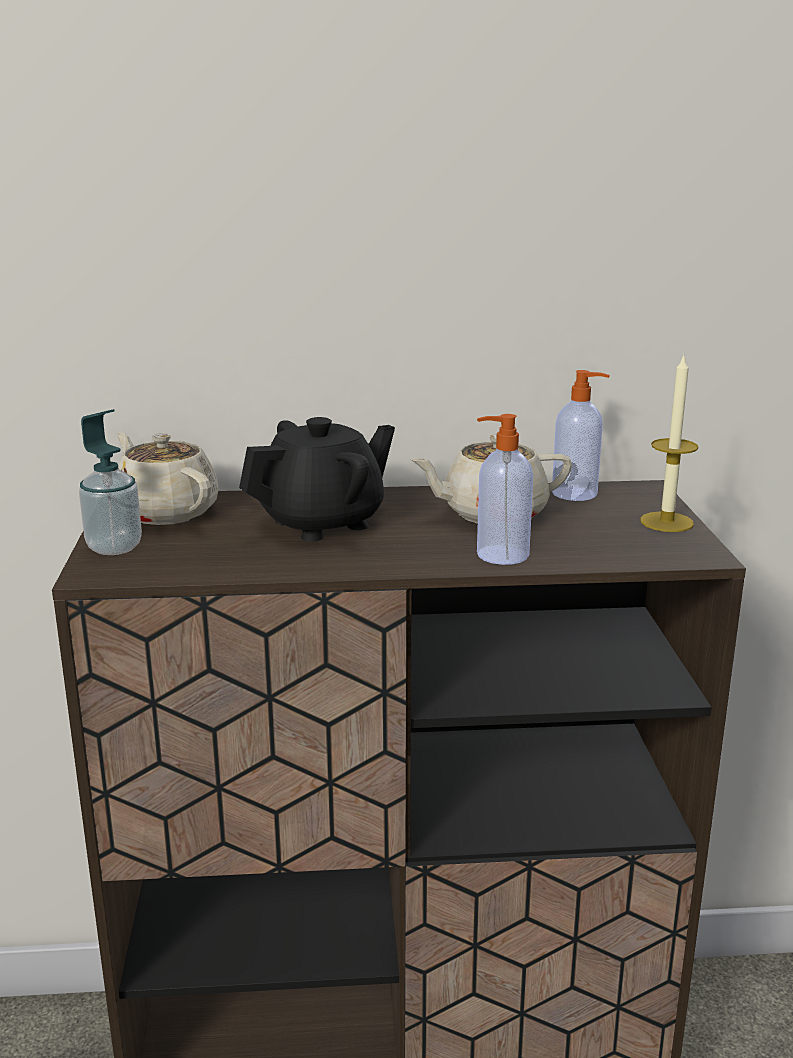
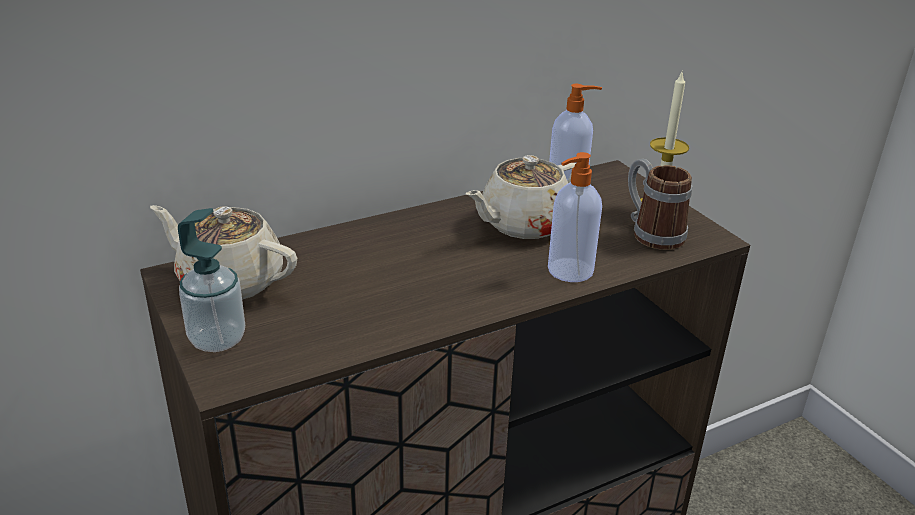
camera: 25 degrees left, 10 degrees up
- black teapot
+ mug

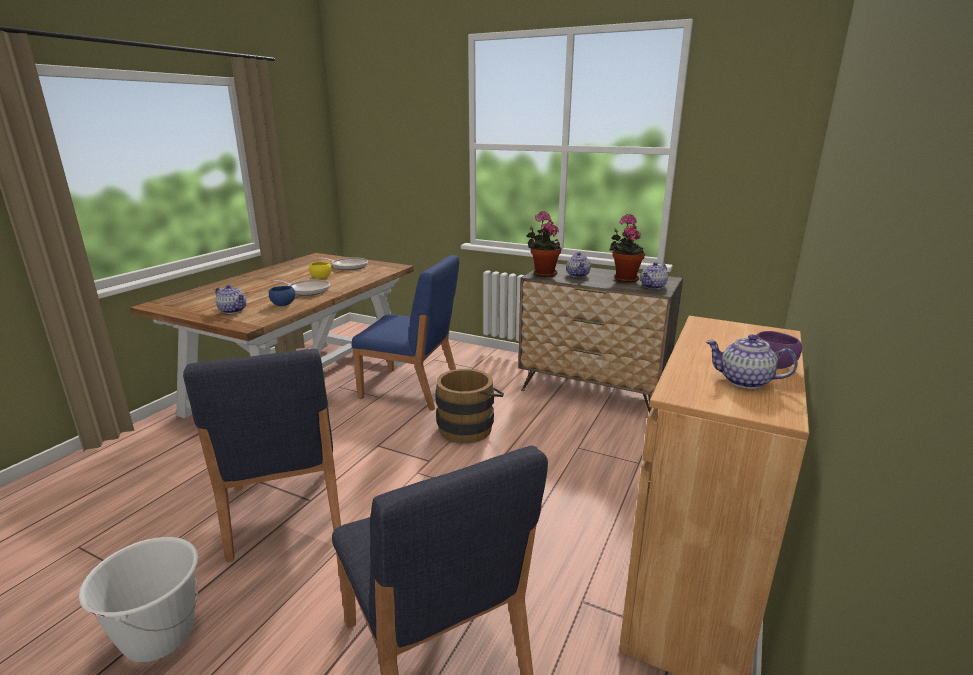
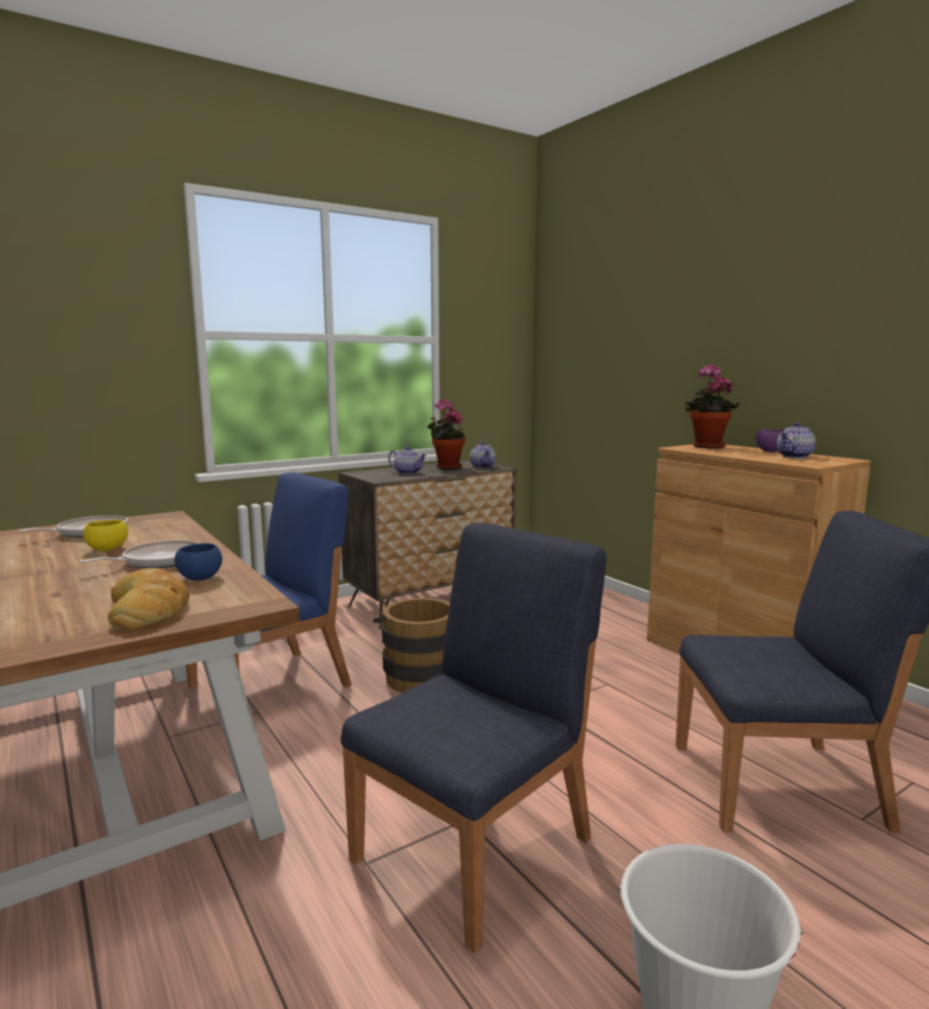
camera: 60 degrees left, 10 degrees down
~ potted plant (no. 1 from left in the first image) to potted plant (no. 2 from left)
~ teapot (no. 1 from left) to bread
~ blue chair (no. 1 from left in the first image) 60 degrees counterclockwise

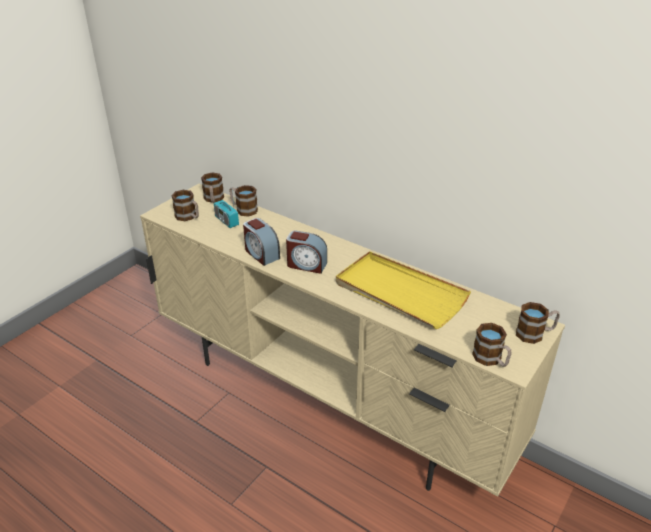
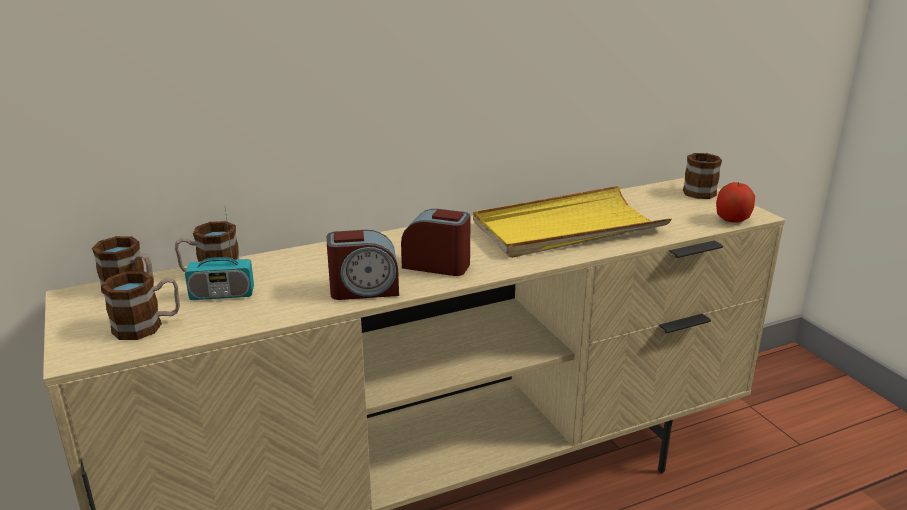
camera: 60 degrees left, 10 degrees down
~ alarm clock (no. 2 from left) 120 degrees counterclockwise
~ mug (no. 4 from left) to apple

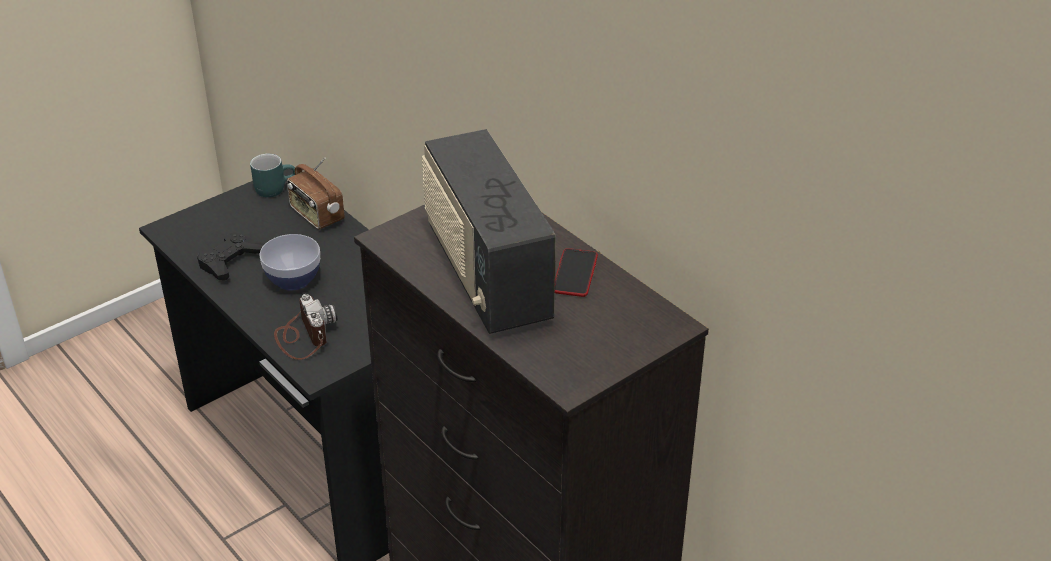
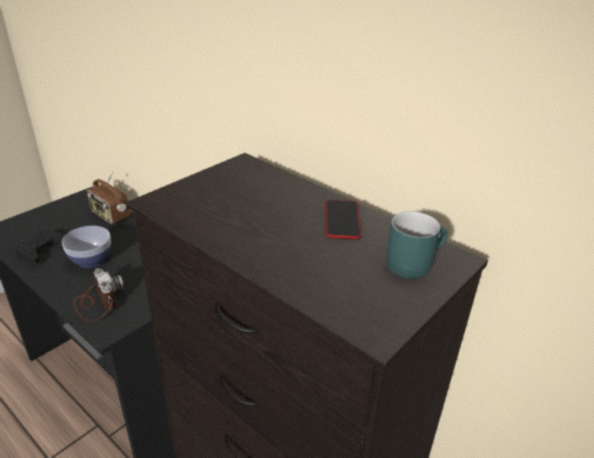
camera: 10 degrees left, 5 degrees down
- radio (no. 2 from left)
~ turquoise mug

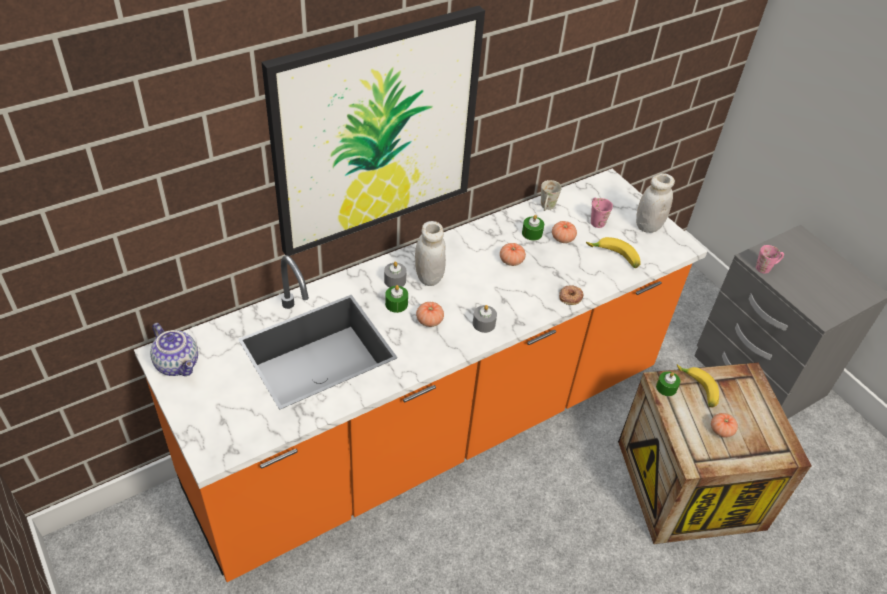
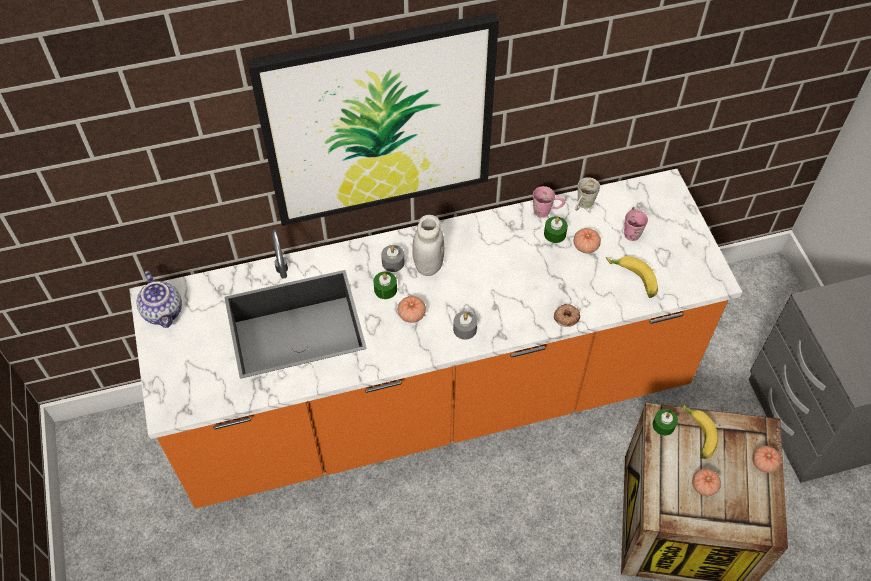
camera: 20 degrees right, 10 degrees up
- white jar (no. 2 from left)
~ tomato (no. 2 from left in the first image) to tomato (no. 4 from left)
~ pink mug (no. 2 from left in the first image) to pink mug (no. 1 from left)

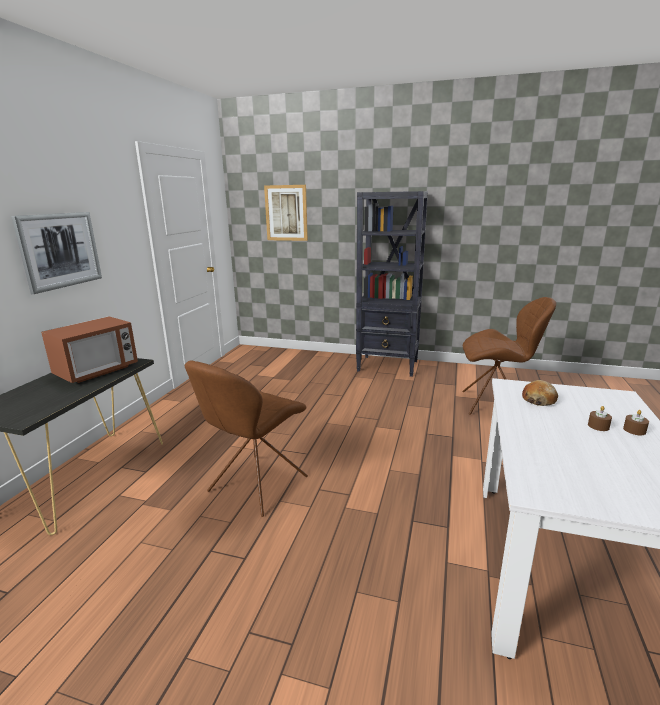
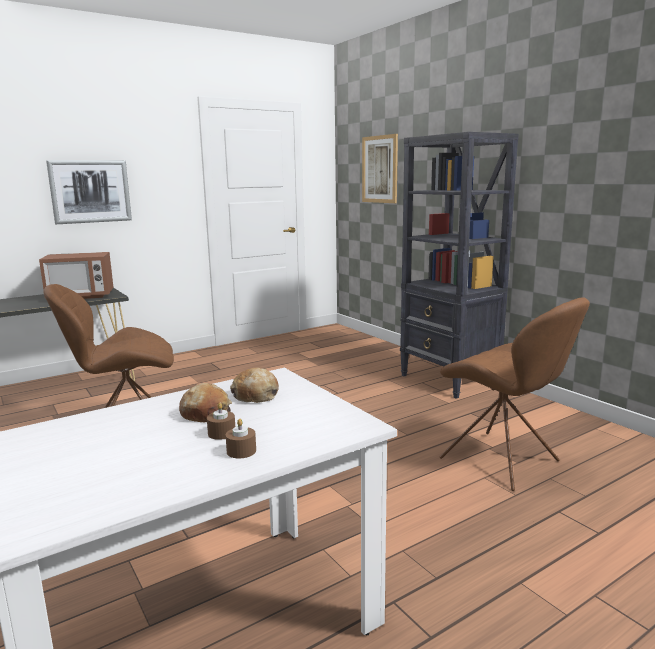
camera: 40 degrees right, 5 degrees down
+ bread (no. 1 from left)

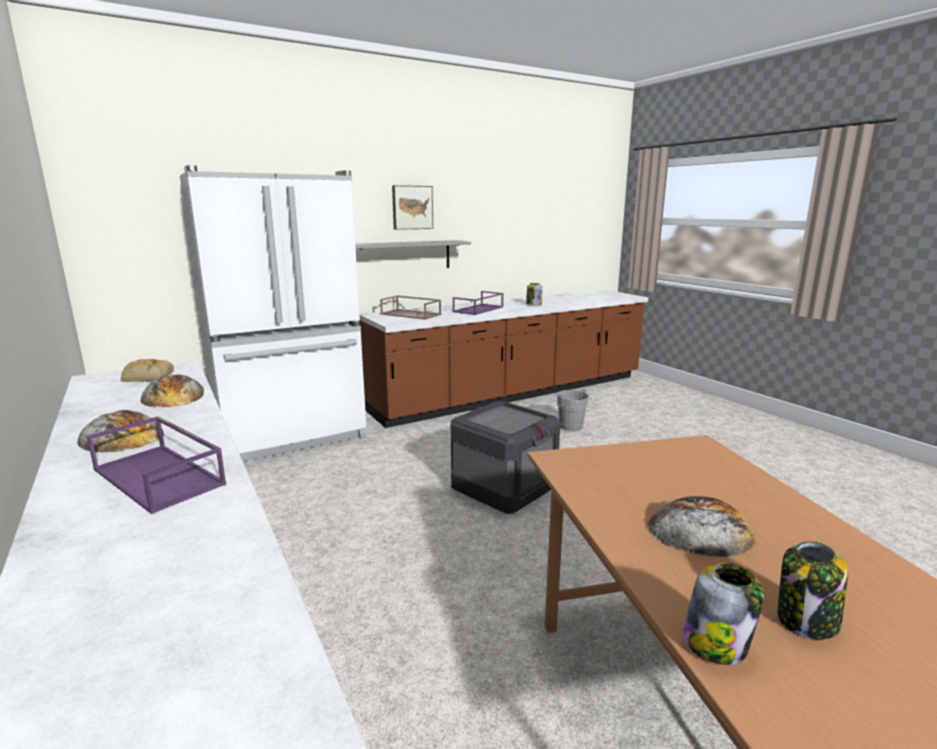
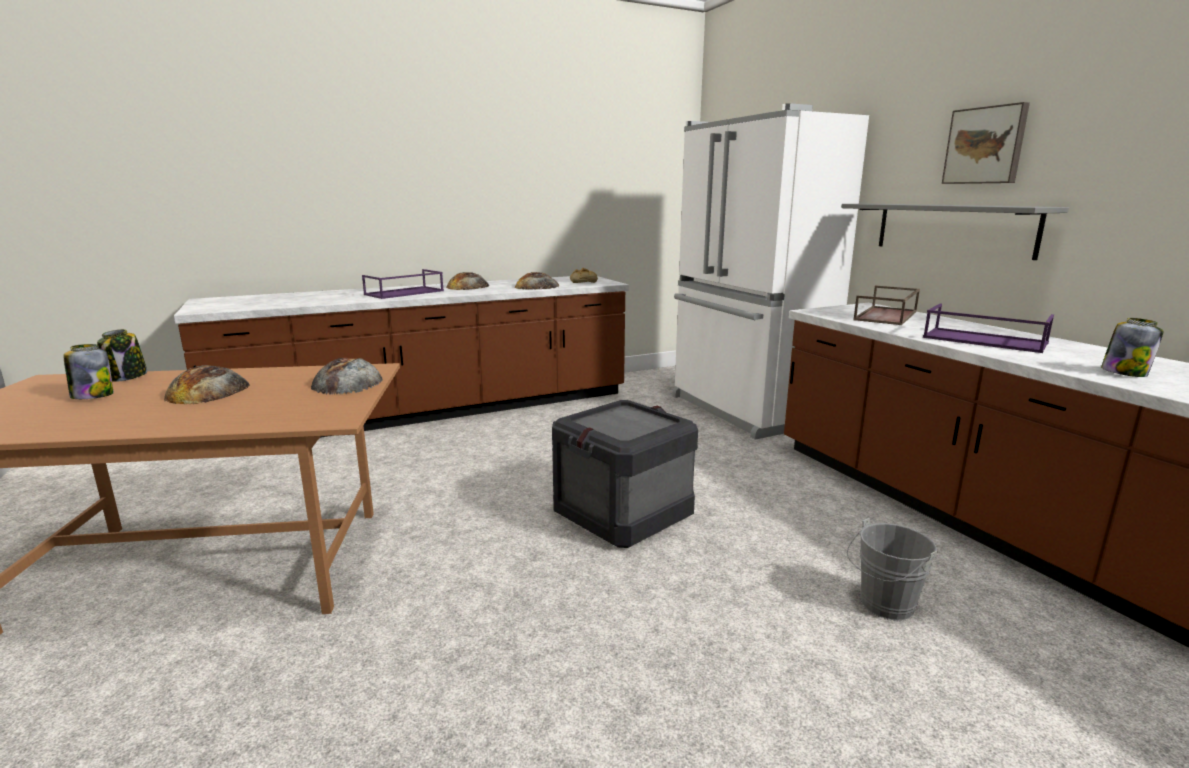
camera: 95 degrees right, 0 degrees up
+ bread (no. 2 from left)

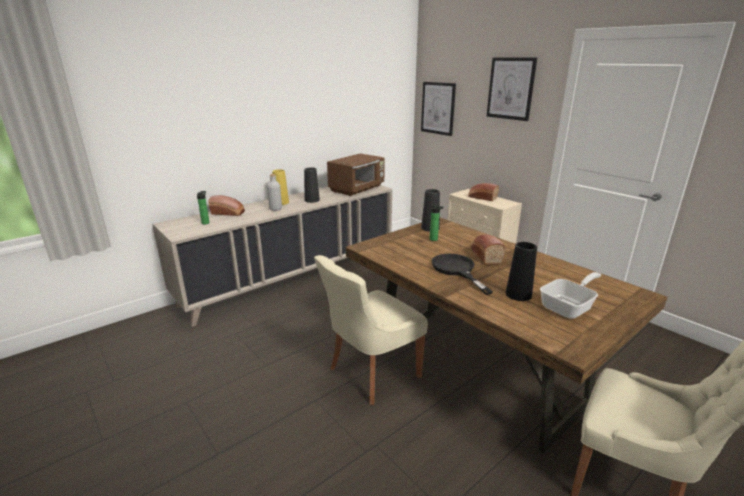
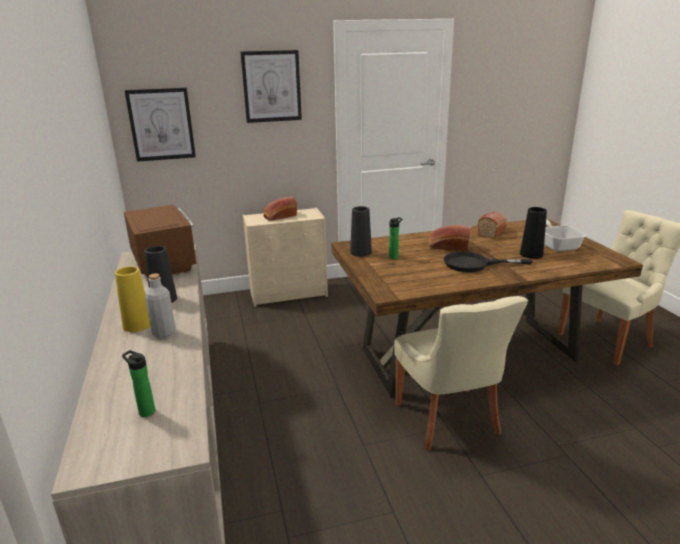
camera: 65 degrees left, 0 degrees up
~ bread (no. 1 from left in the first image) to bread (no. 3 from left)

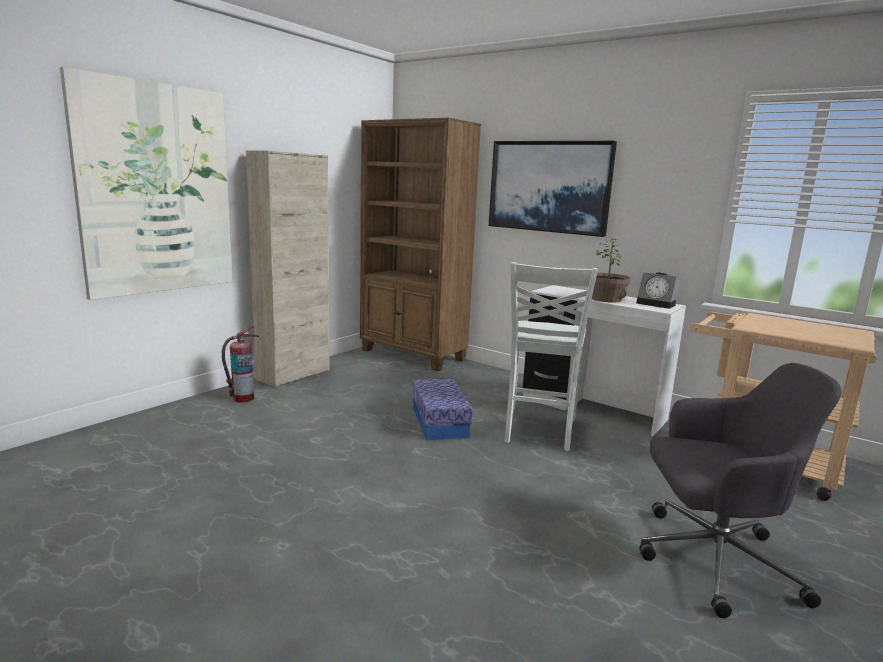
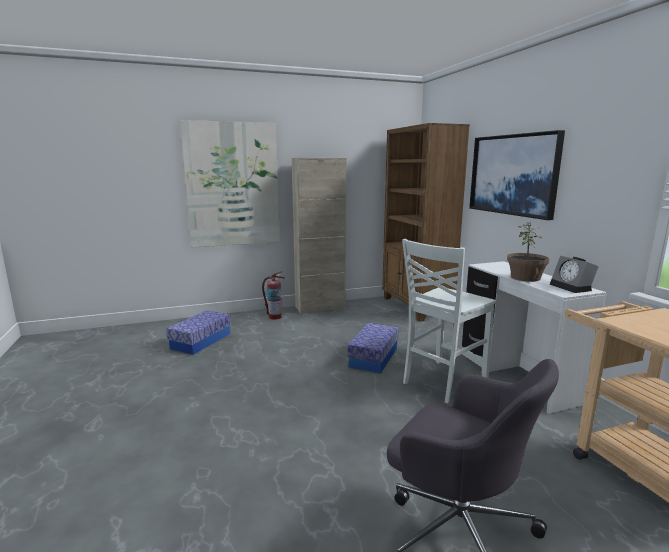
camera: 35 degrees right, 0 degrees up
+ storage box (no. 1 from left)

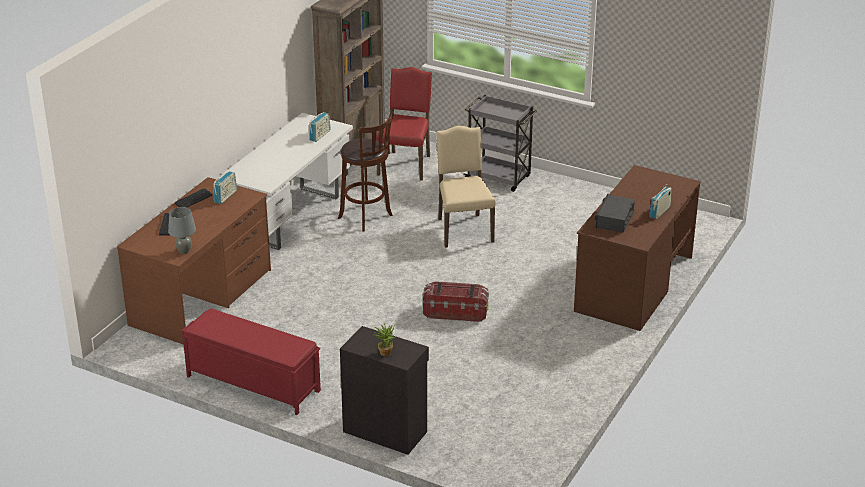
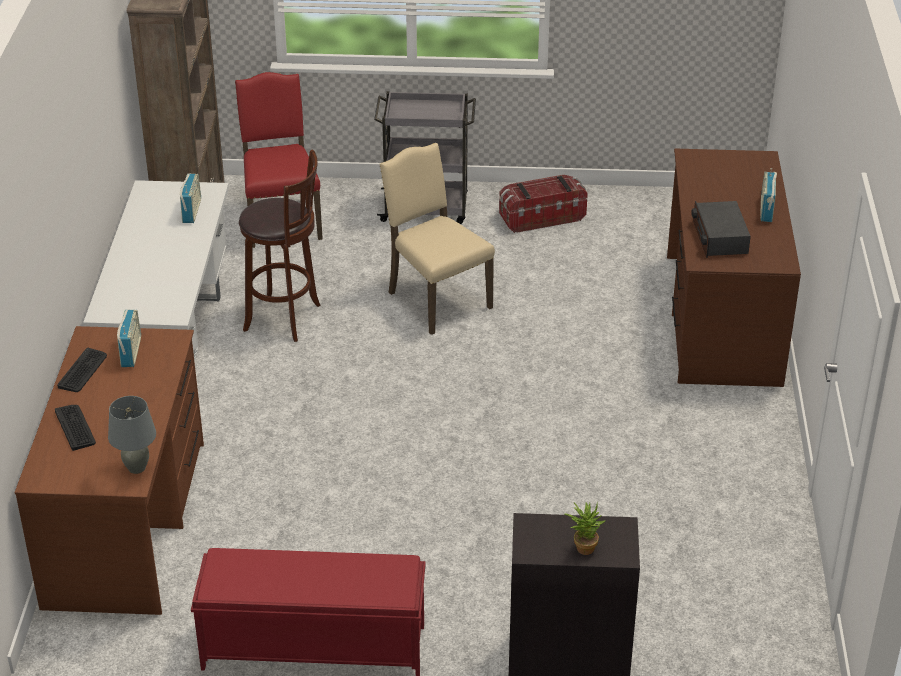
camera: 25 degrees left, 5 degrees up
~ storage box

